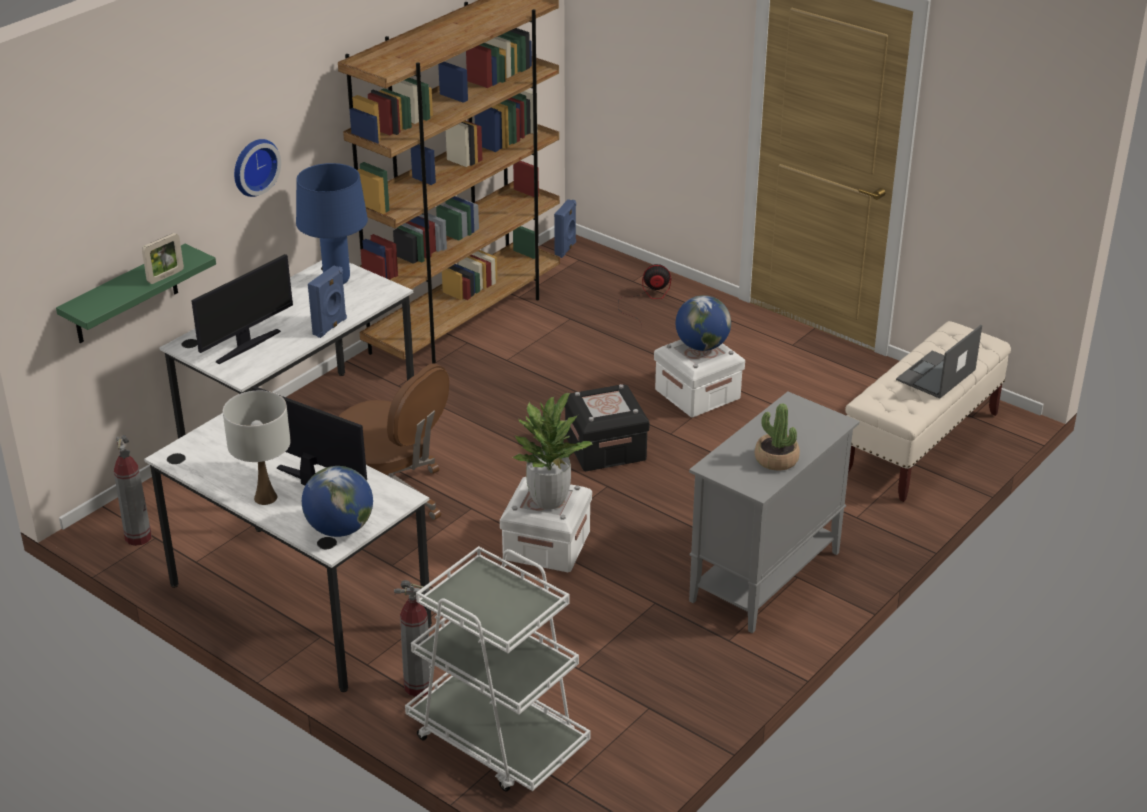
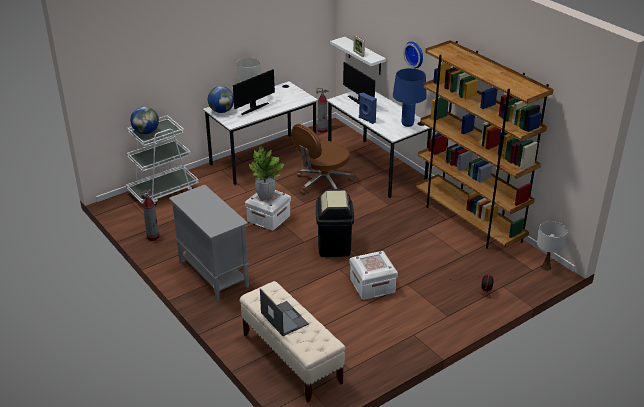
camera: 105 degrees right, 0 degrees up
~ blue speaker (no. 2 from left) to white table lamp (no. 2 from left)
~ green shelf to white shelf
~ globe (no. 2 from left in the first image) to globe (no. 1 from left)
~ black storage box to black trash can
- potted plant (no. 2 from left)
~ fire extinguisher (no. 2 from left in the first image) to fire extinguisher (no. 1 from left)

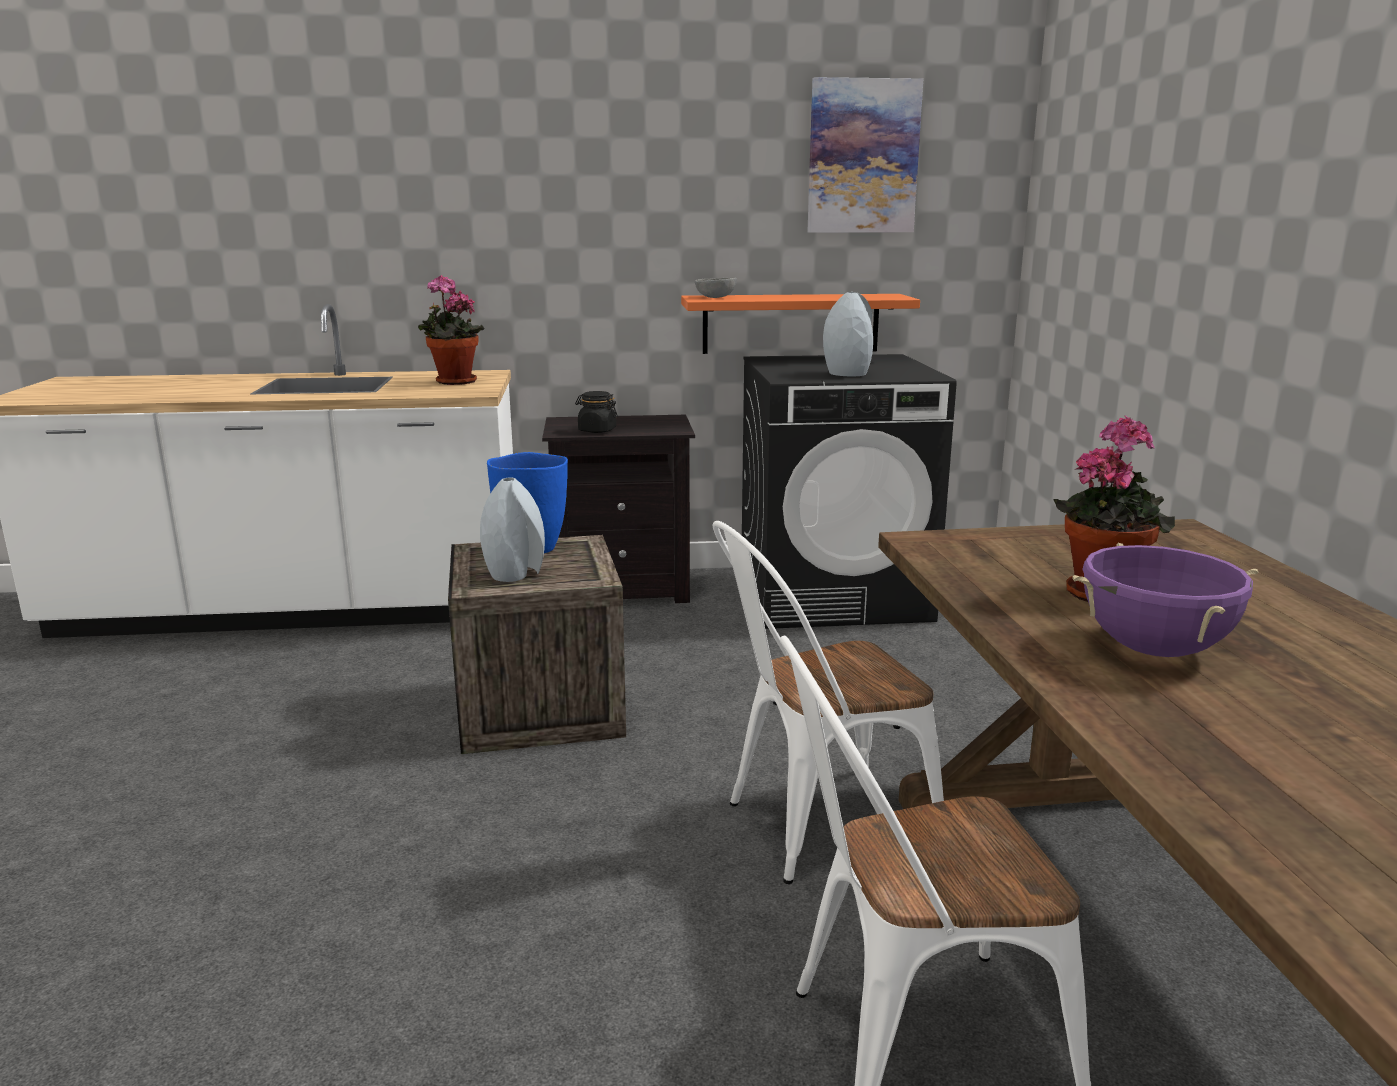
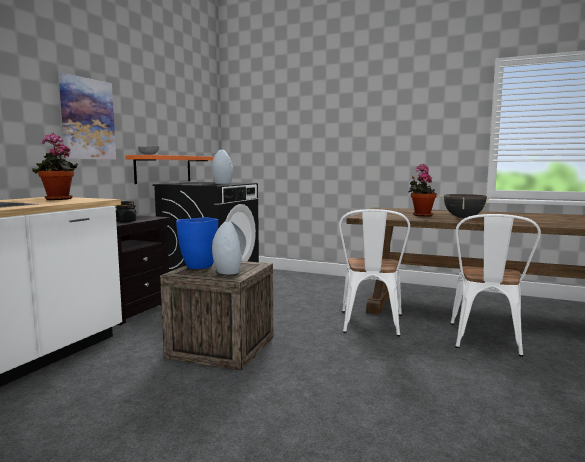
camera: 60 degrees left, 10 degrees down
~ picture
~ purple cooking pot to black cooking pot

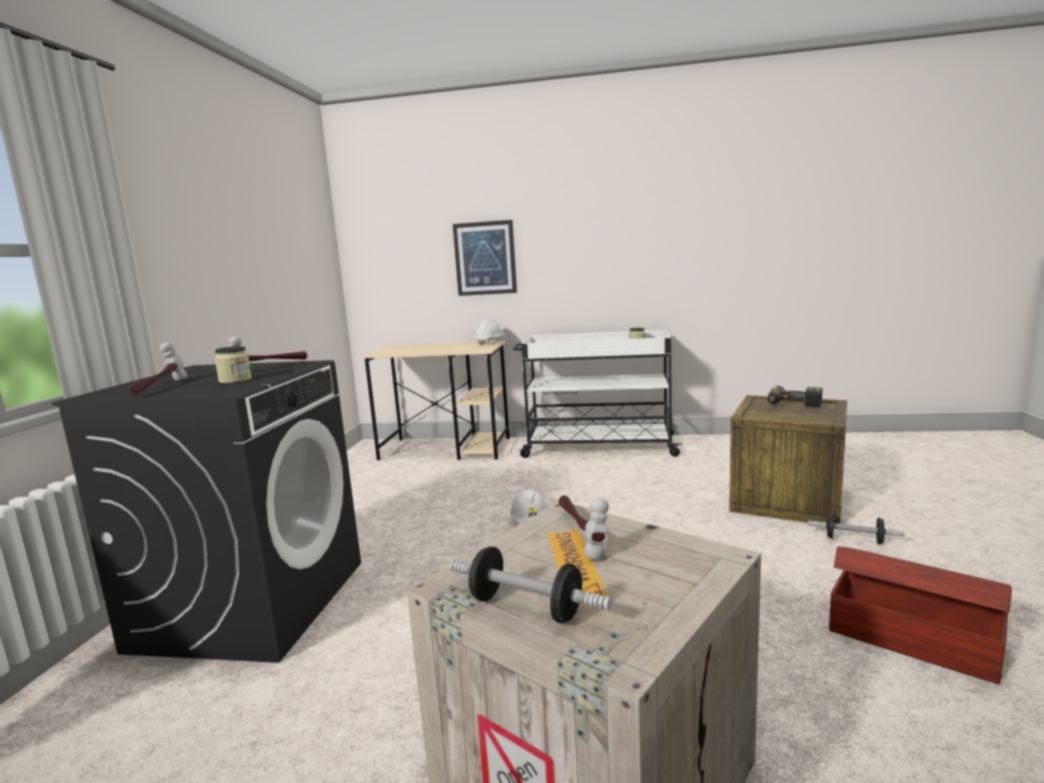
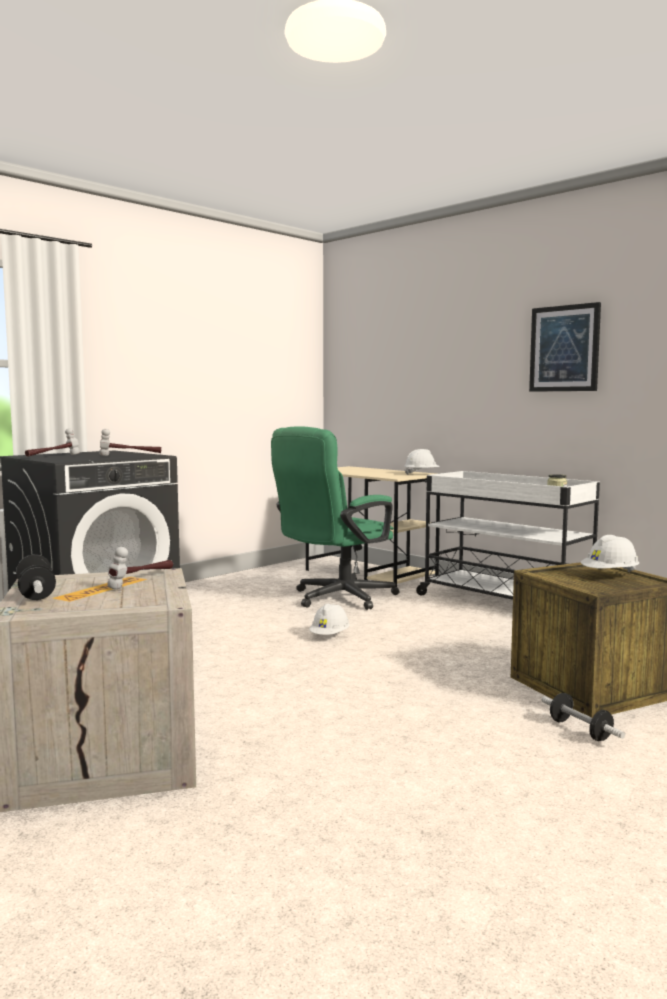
camera: 35 degrees right, 5 degrees down
~ picture
- jar (no. 1 from left)
~ power drill to white hard hat (no. 3 from left)
- brown storage box
+ green office chair

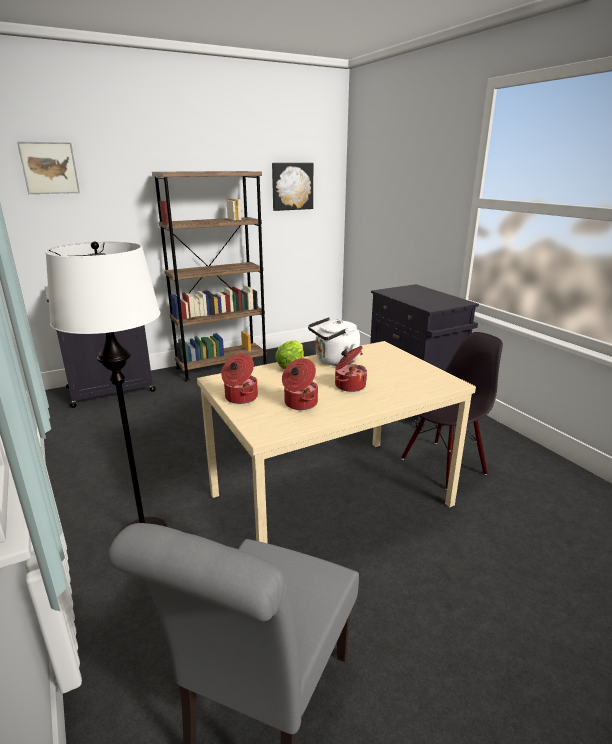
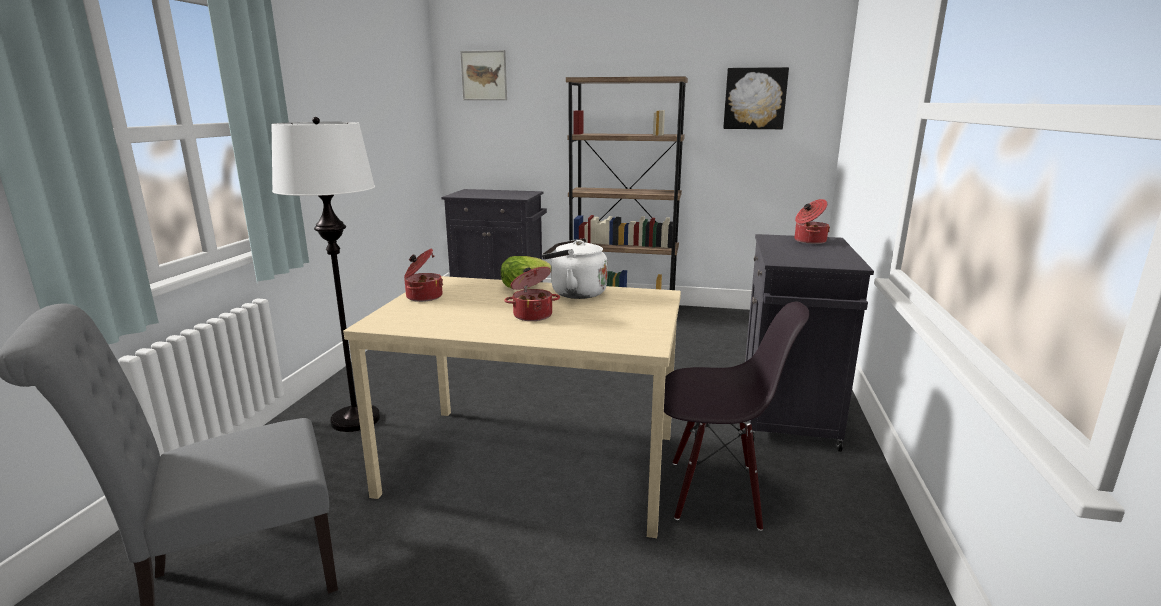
camera: 40 degrees right, 5 degrees down
~ cooking pot (no. 2 from left in the first image) to cooking pot (no. 3 from left)

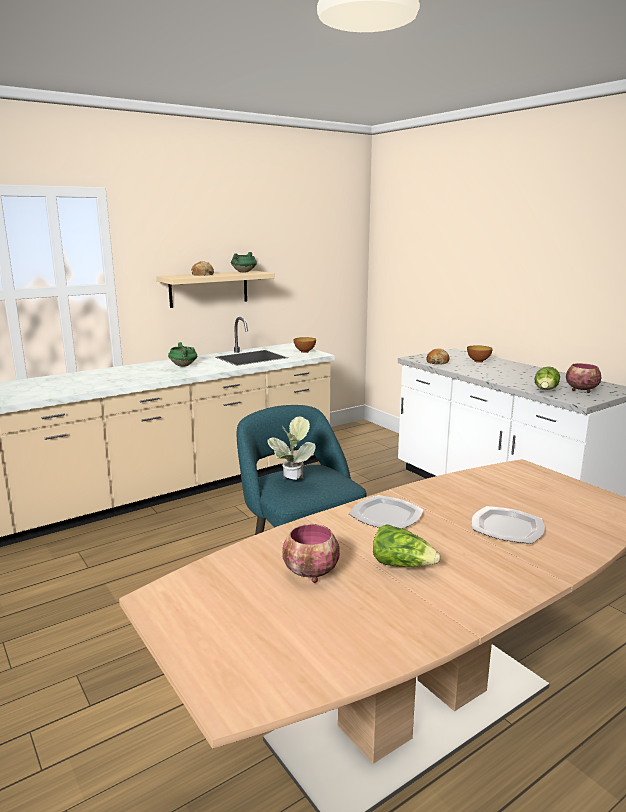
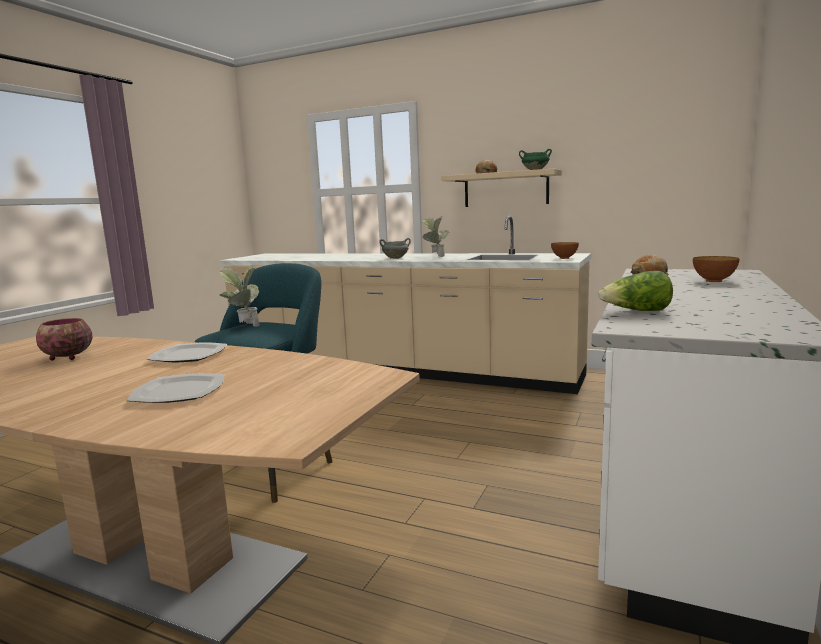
camera: 60 degrees right, 5 degrees down
~ green cooking pot (no. 1 from left) to potted plant (no. 2 from left)
- bowl (no. 4 from left)
- lettuce (no. 1 from left)
+ grey cooking pot

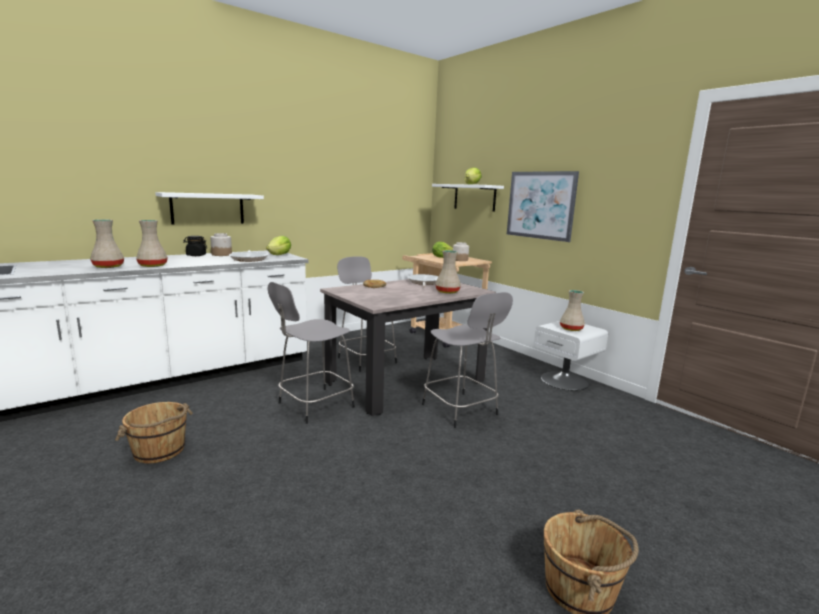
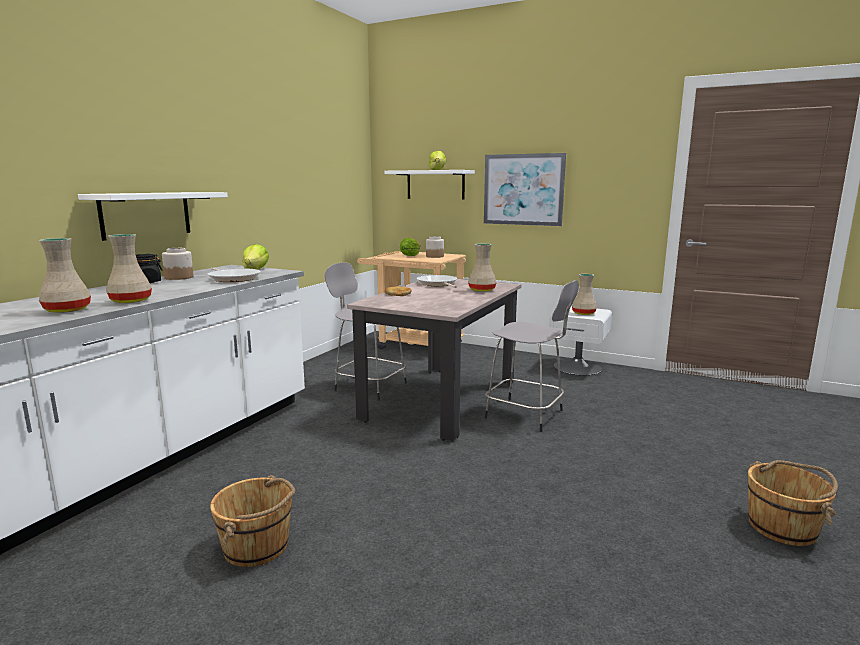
camera: 25 degrees left, 0 degrees up
- grey stool (no. 1 from left)

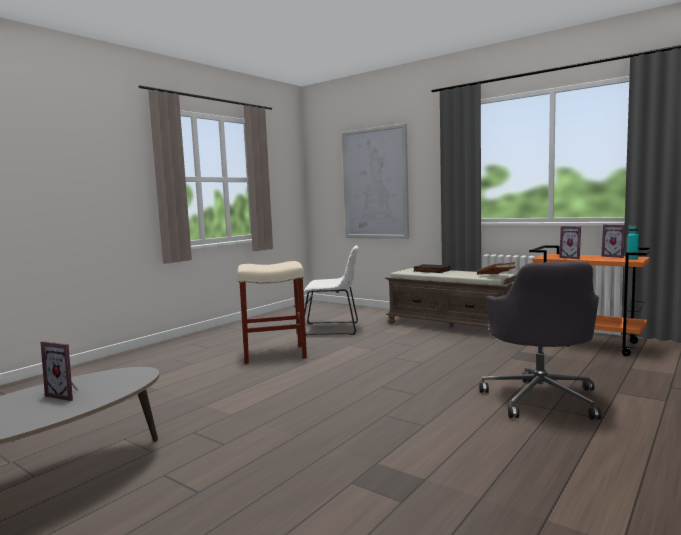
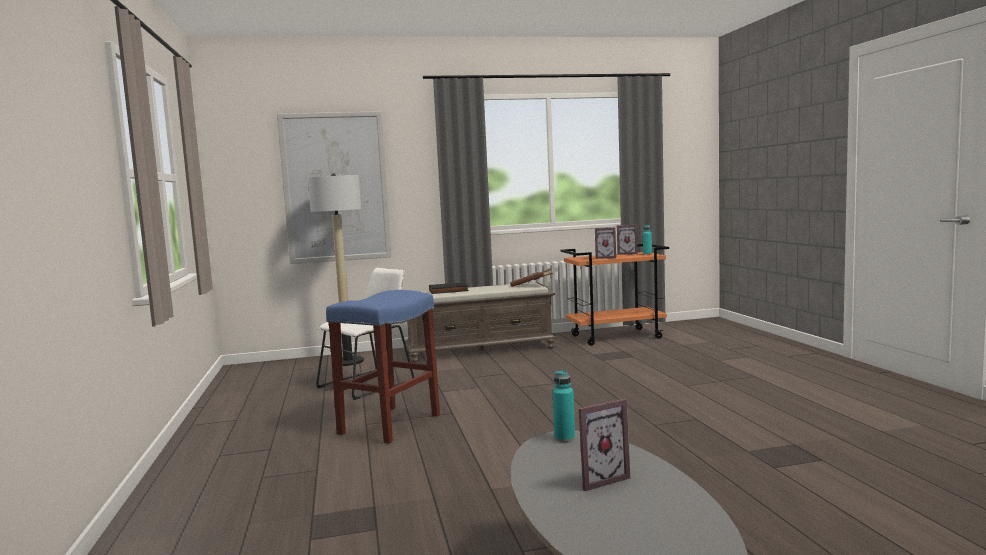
camera: 50 degrees left, 0 degrees up
~ beige stool to blue stool
- grey office chair
+ floor lamp
+ turquoise bottle (no. 1 from left)

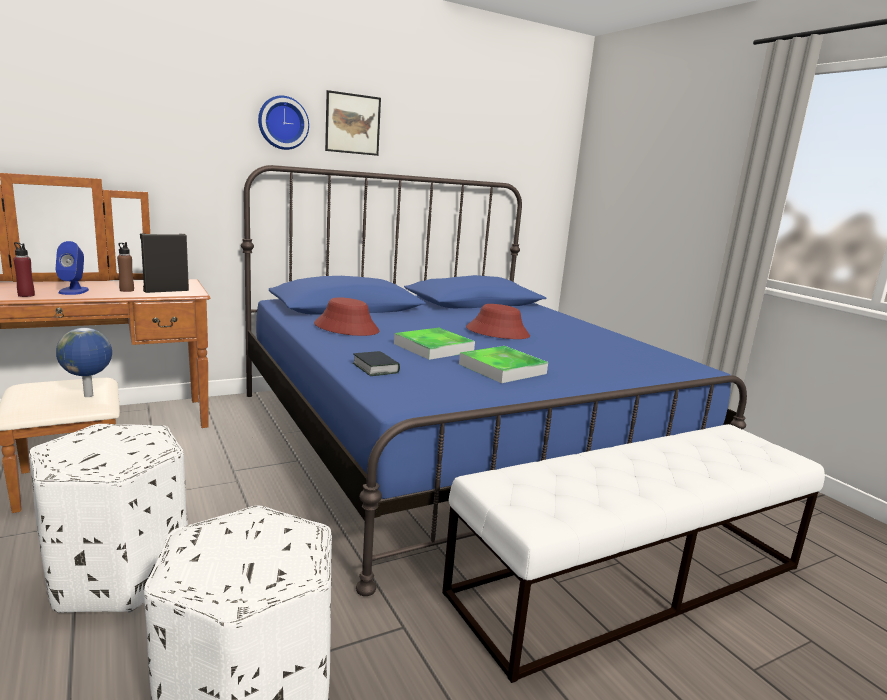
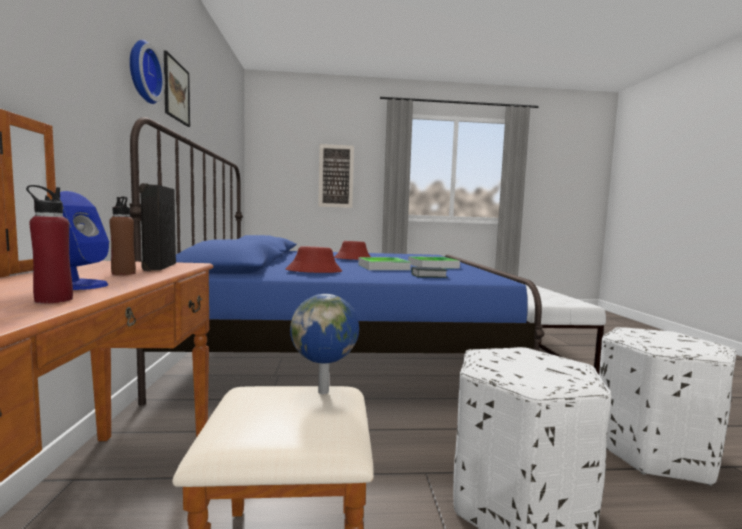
camera: 65 degrees left, 10 degrees down
+ picture (no. 2 from left)

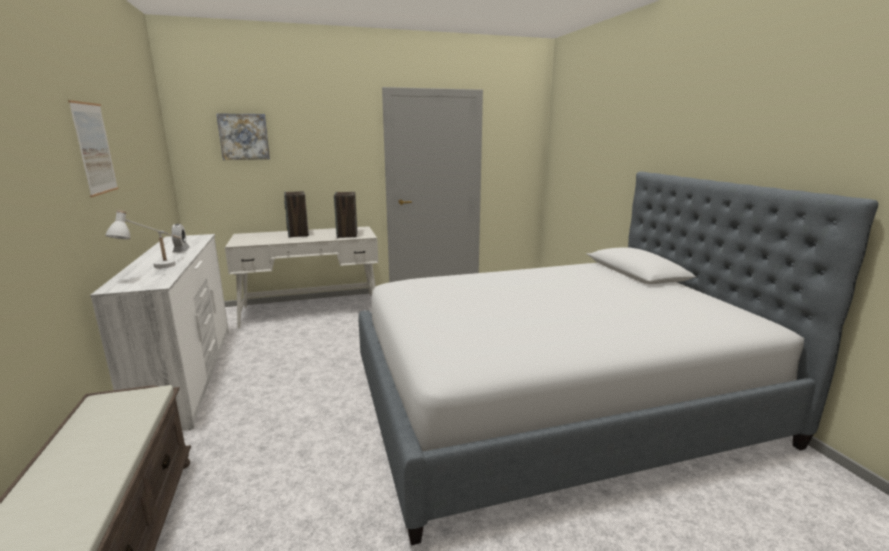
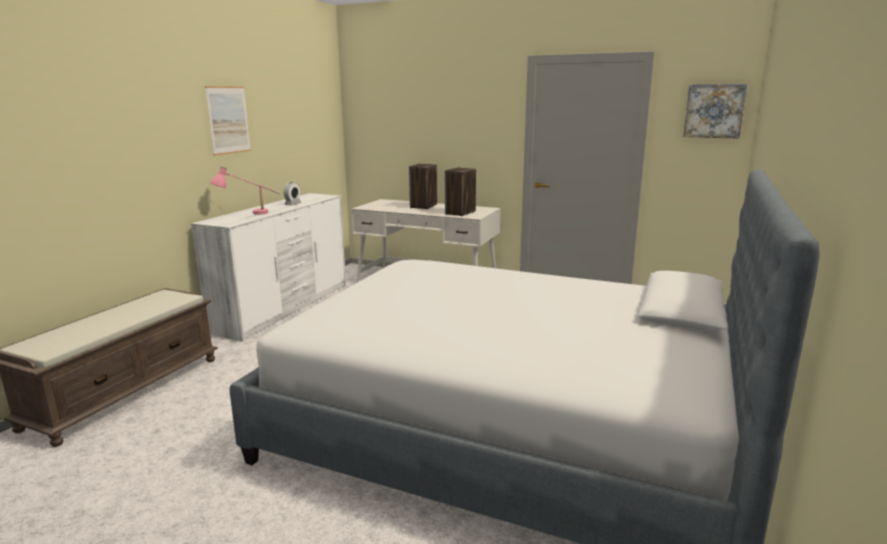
camera: 40 degrees right, 0 degrees up
~ picture (no. 2 from left)
~ white table lamp to pink table lamp

